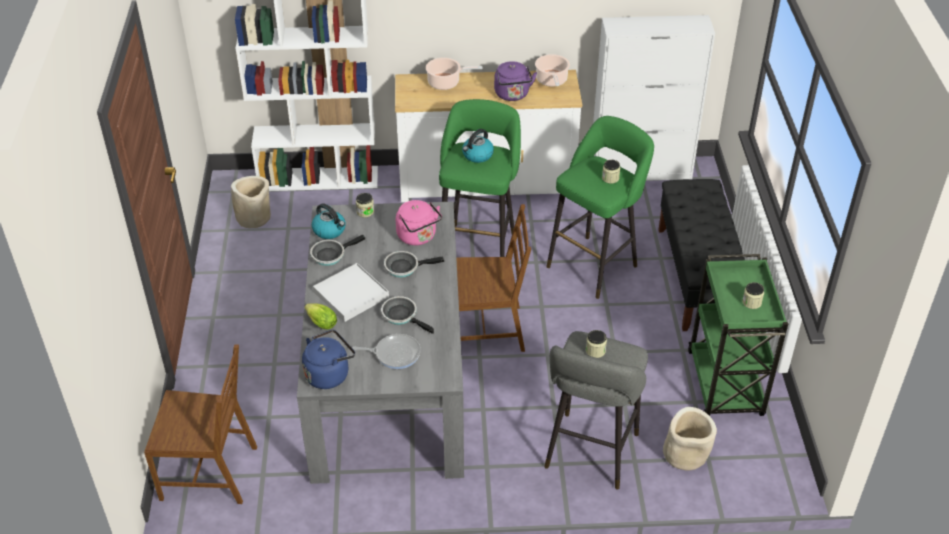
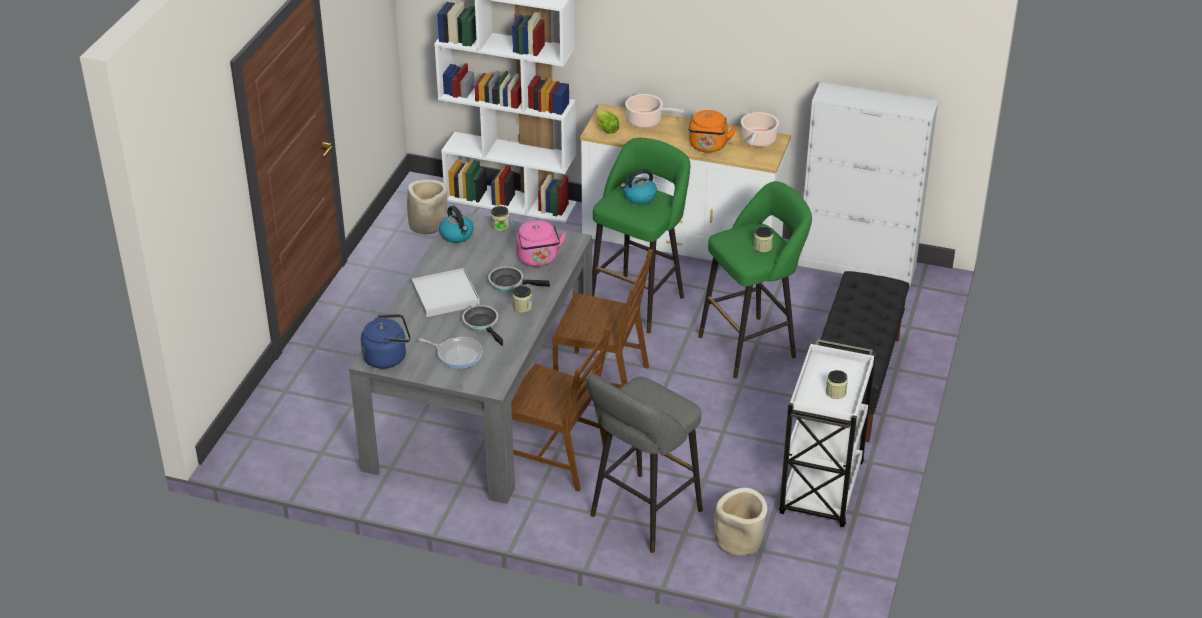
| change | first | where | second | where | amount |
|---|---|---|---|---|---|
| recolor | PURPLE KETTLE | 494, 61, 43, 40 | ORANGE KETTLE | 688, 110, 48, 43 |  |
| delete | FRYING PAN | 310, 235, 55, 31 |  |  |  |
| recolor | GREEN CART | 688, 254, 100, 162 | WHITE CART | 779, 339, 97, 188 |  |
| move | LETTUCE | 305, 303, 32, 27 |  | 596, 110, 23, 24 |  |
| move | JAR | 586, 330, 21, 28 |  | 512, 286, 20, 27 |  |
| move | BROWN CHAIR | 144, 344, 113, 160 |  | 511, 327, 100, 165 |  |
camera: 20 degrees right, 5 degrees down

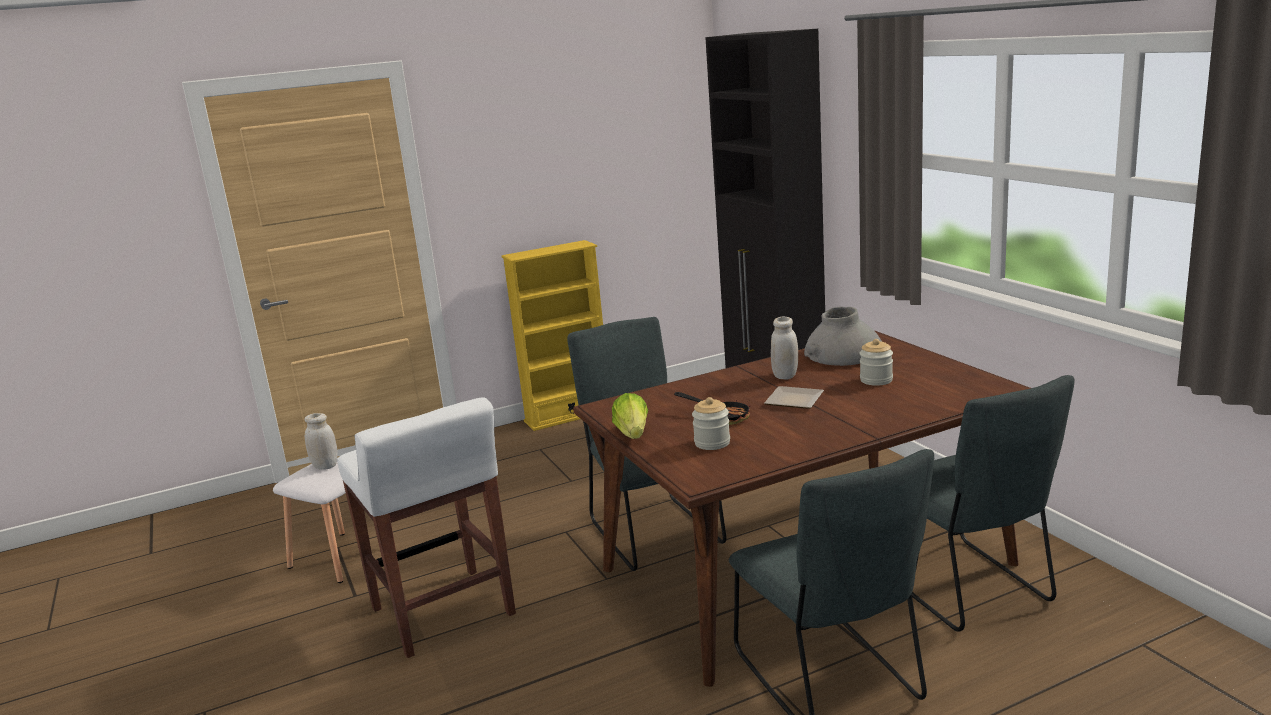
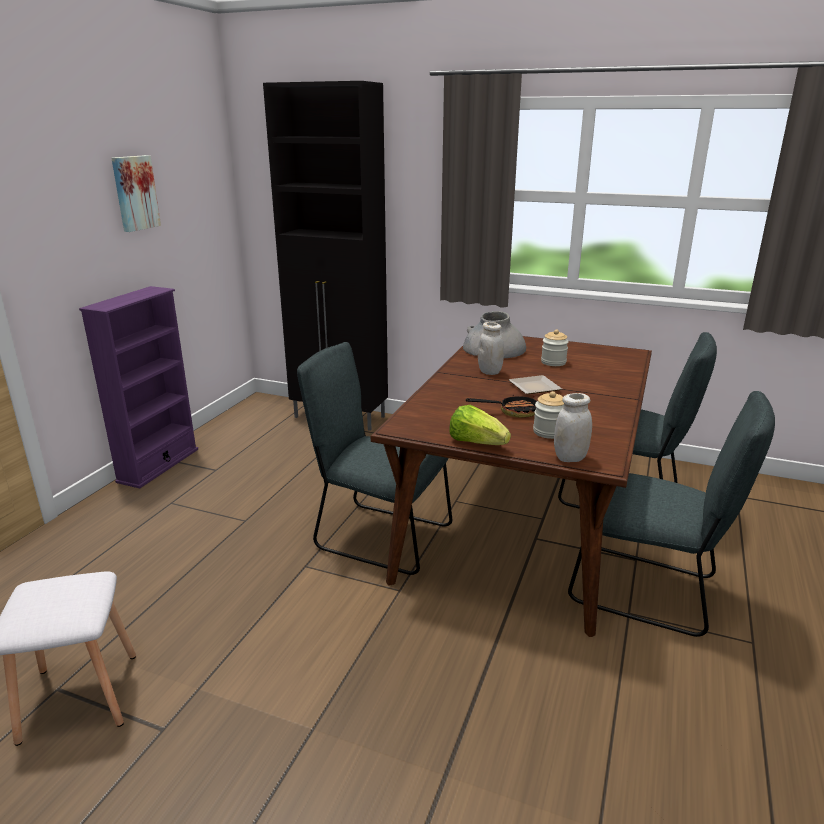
| change | first | where | second | where | amount |
|---|---|---|---|---|---|
| recolor | YELLOW BOOKCASE | 501, 240, 102, 191 | PURPLE BOOKCASE | 79, 286, 119, 203 |  |
| delete | WHITE STOOL | 337, 397, 179, 261 |  |  |  |
| move | WHITE JAR | 304, 413, 34, 57 |  | 554, 393, 38, 69 |  |
| insert |  |  | PICTURE | 111, 155, 50, 77 |  |
camera: 45 degrees left, 5 degrees up

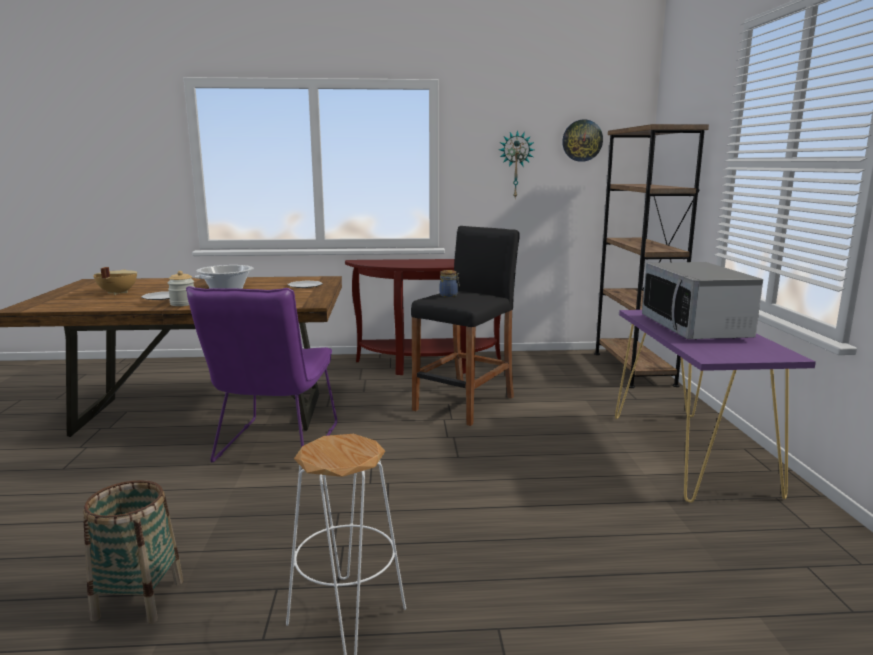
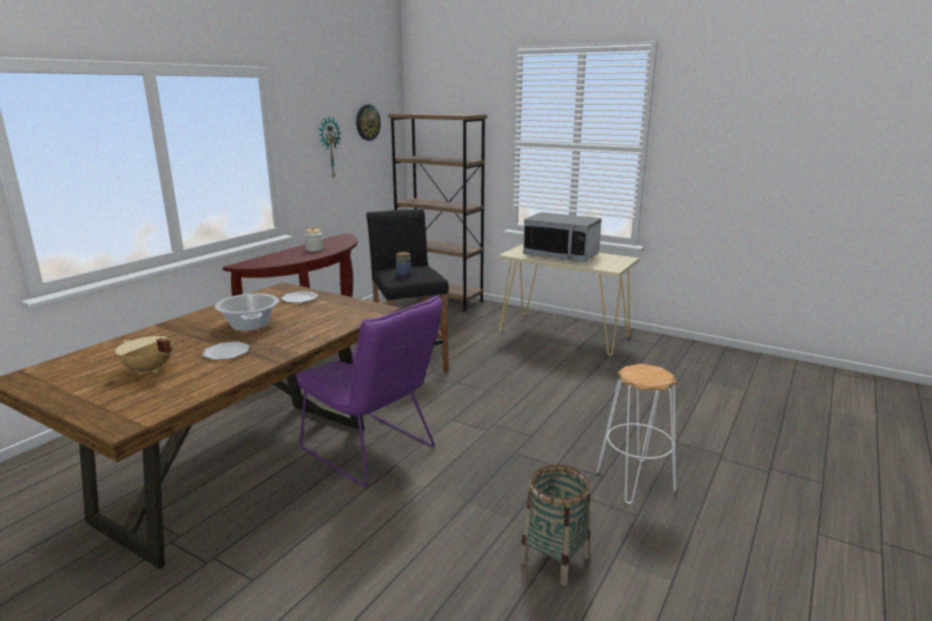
| change | first | where | second | where | amount |
|---|---|---|---|---|---|
| move | JAR | 168, 271, 26, 35 |  | 304, 226, 19, 25 |  |
| recolor | PURPLE CONSOLE TABLE | 615, 310, 201, 193 | BEIGE CONSOLE TABLE | 498, 244, 142, 112 |  |
camera: 55 degrees left, 5 degrees up

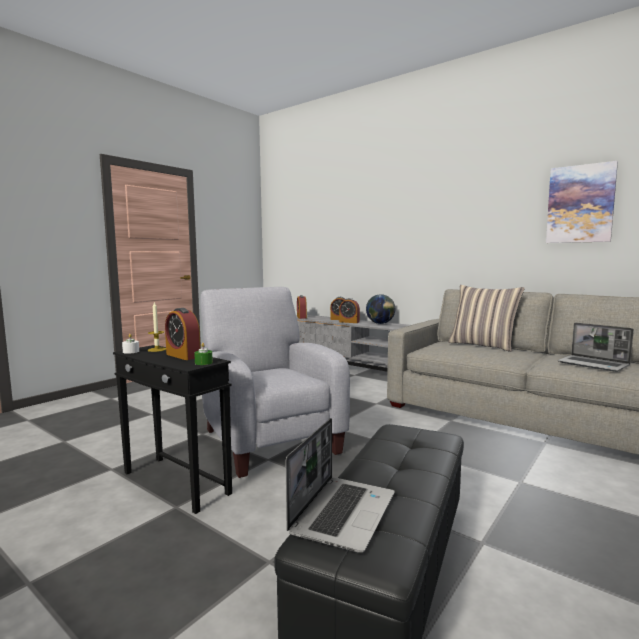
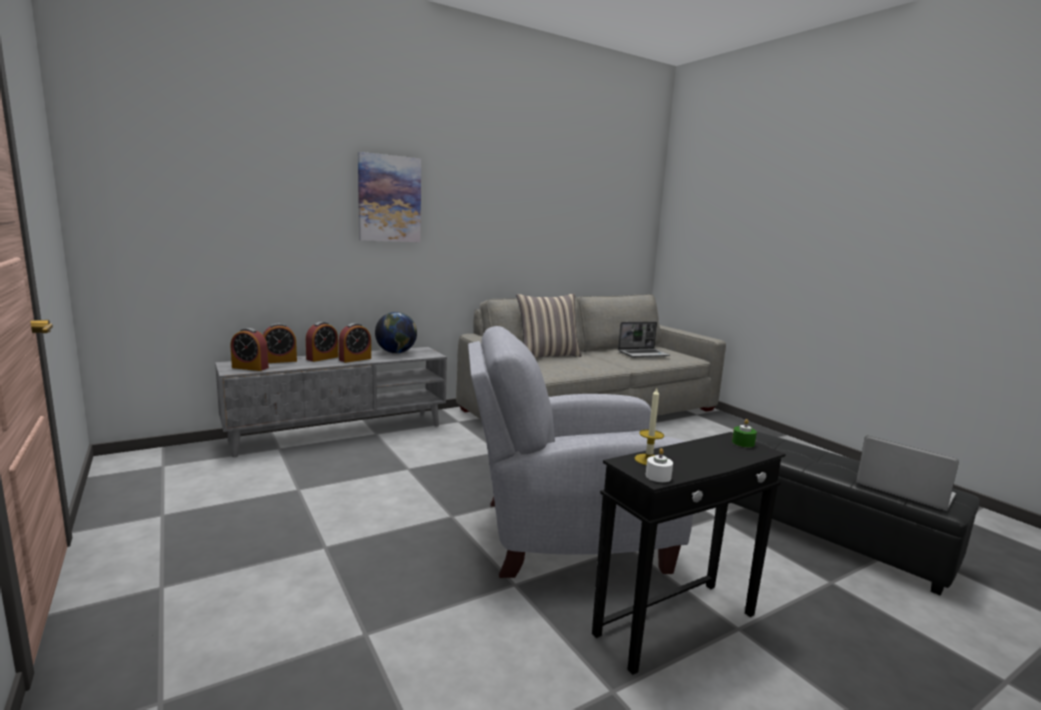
| change | first | where | second | where | amount |
|---|---|---|---|---|---|
| move | PICTURE | 546, 161, 72, 82 |  | 358, 152, 63, 90 |  |
| move | ALARM CLOCK | 165, 308, 36, 52 |  | 263, 323, 34, 40 |  |
camera: 70 degrees left, 5 degrees up

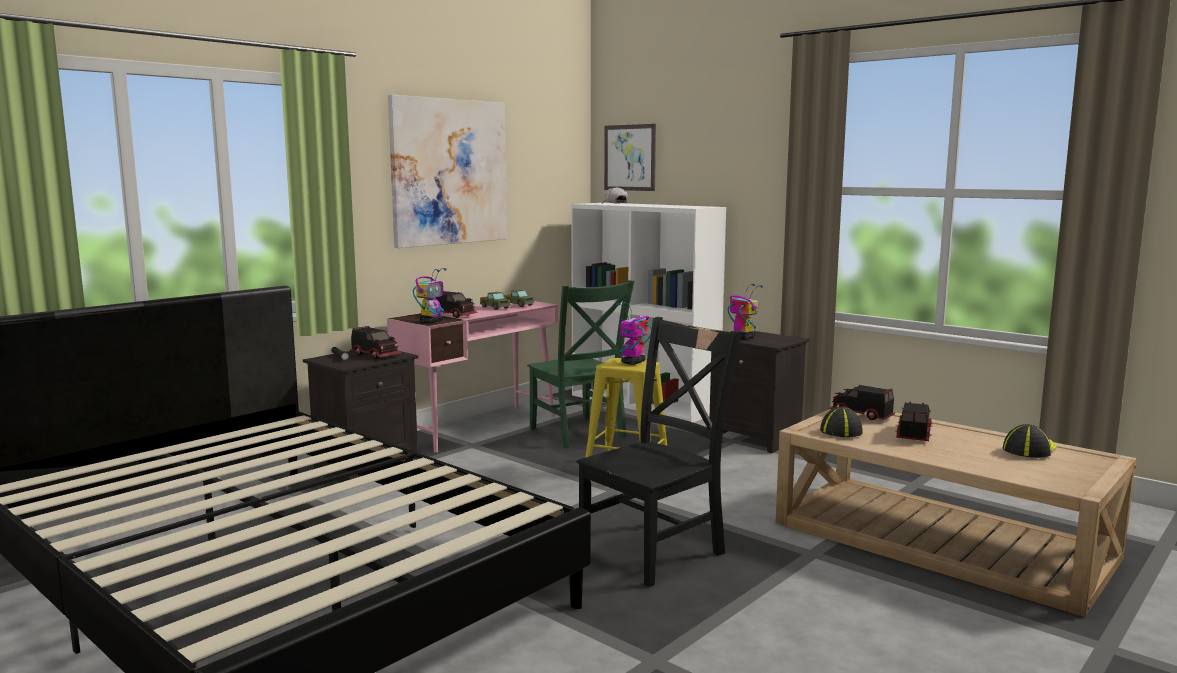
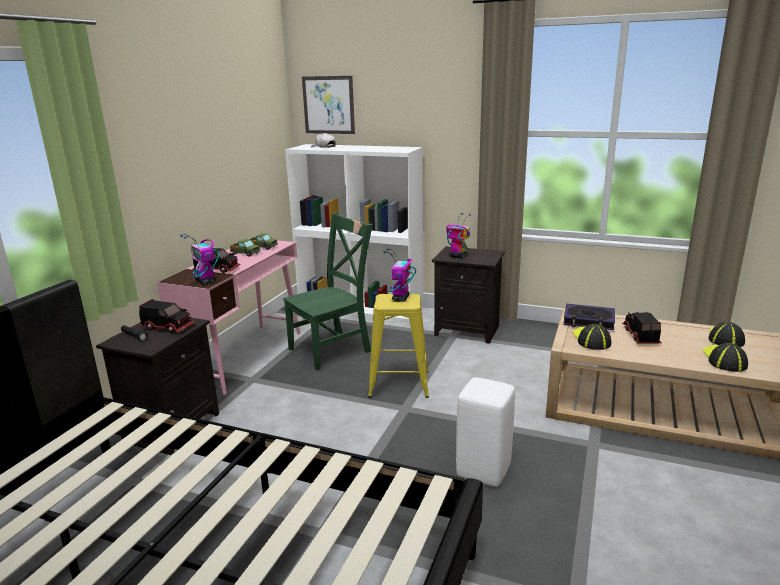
| change | first | where | second | where | amount |
|---|---|---|---|---|---|
| delete | PICTURE | 388, 95, 119, 153 |  |  |  |
| rotate | TOY ROBOT | 413, 268, 34, 55 |  | 180, 234, 40, 51 | 135 degrees clockwise |
| rotate | GREEN CHAIR | 527, 280, 107, 168 |  | 283, 213, 90, 157 | 75 degrees counterclockwise |
| replace | BLACK CHAIR | 577, 317, 165, 270 | WHITE STOOL | 456, 377, 59, 110 |  |
| replace | TOY TRUCK | 829, 384, 66, 36 | BOOK | 563, 304, 52, 26 |  |
| insert |  |  | CAP | 703, 343, 45, 29 |  |
camera: 20 degrees left, 10 degrees up

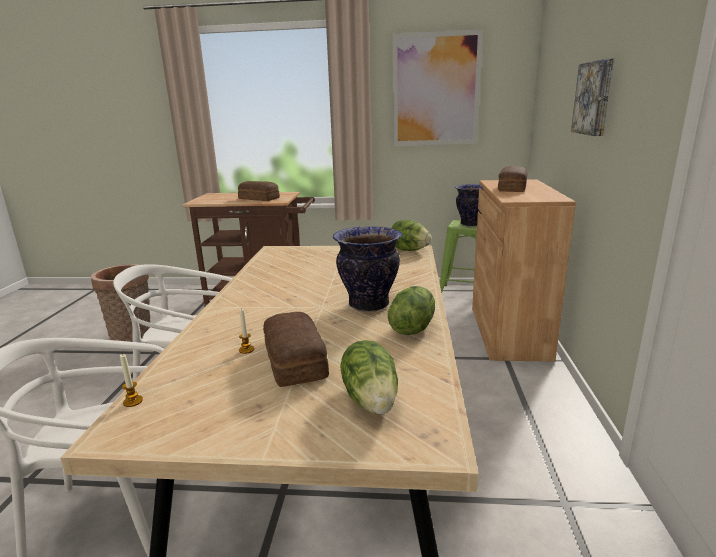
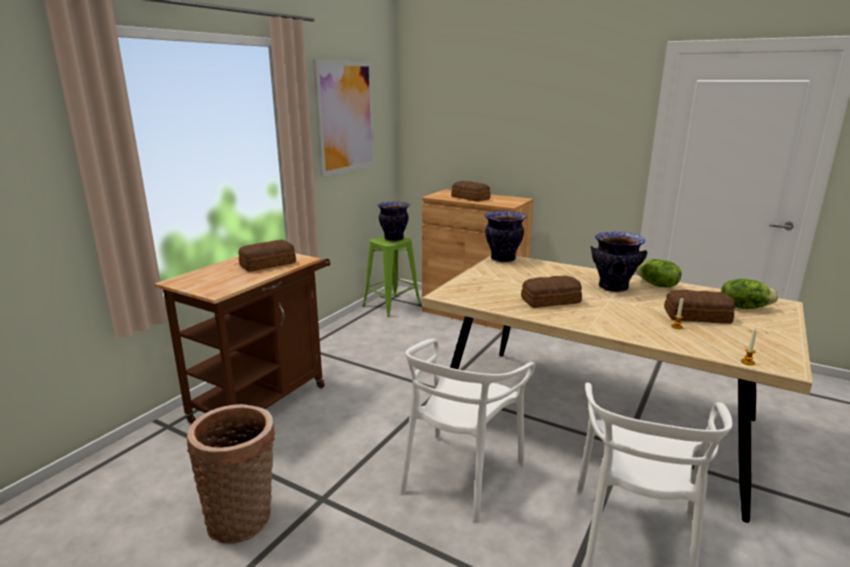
| change | first | where | second | where | amount |
|---|---|---|---|---|---|
| delete | PICTURE | 571, 59, 43, 77 |  |  |  |
| replace | LETTUCE | 391, 220, 41, 31 | VASE | 485, 211, 42, 51 |  |
| insert |  |  | BREAD | 521, 276, 61, 32 |  |
camera: 65 degrees left, 0 degrees up

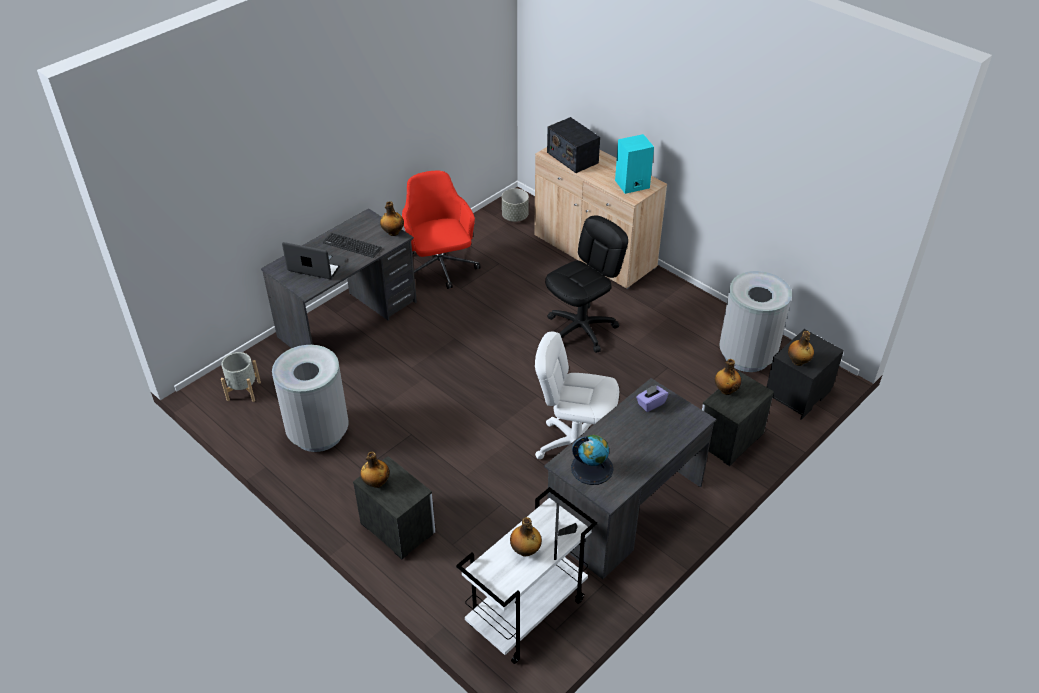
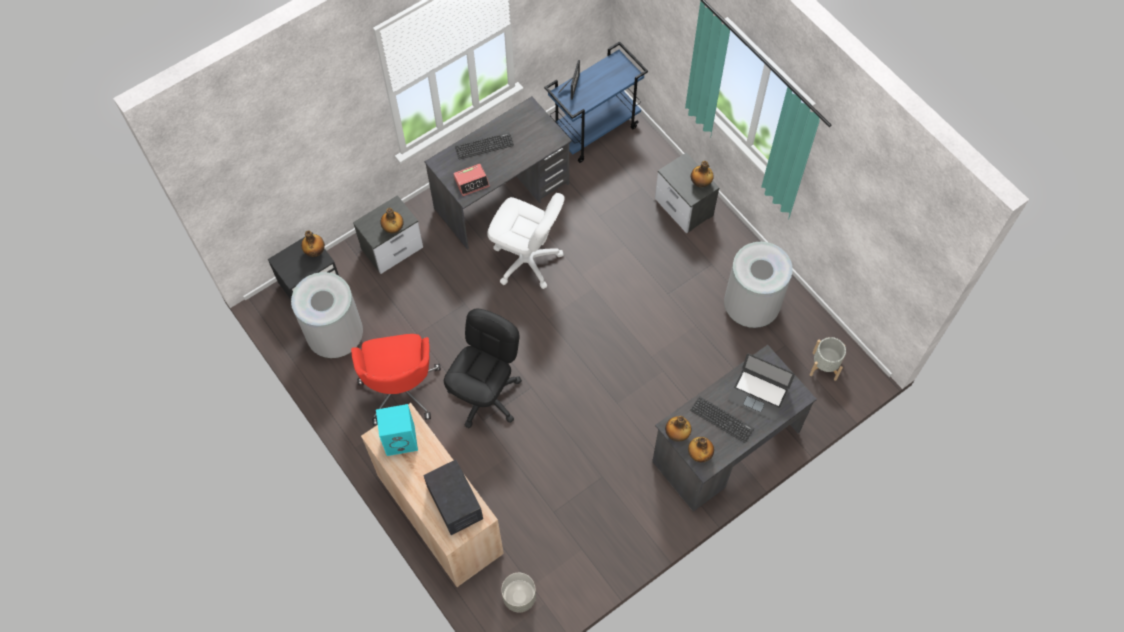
| change | first | where | second | where | amount |
|---|---|---|---|---|---|
| move | RED OFFICE CHAIR | 402, 171, 79, 118 |  | 351, 334, 90, 92 |  |
| rotate | BLACK OFFICE CHAIR | 545, 215, 83, 138 |  | 444, 309, 78, 119 | 150 degrees clockwise |
| replace | PURPLE TISSUE BOX | 636, 385, 33, 27 | ALARM CLOCK | 454, 164, 36, 32 |  |
| delete | GLOBE | 571, 435, 42, 50 |  |  |  |
| recolor | WHITE CART | 456, 487, 141, 177 | BLUE CART | 544, 41, 104, 122 |  |
| move | BOTTLE | 510, 517, 32, 40 |  | 688, 437, 26, 25 |  |
| insert |  |  | KEYBOARD | 455, 132, 59, 27 |  |
camera: 170 degrees left, 20 degrees up

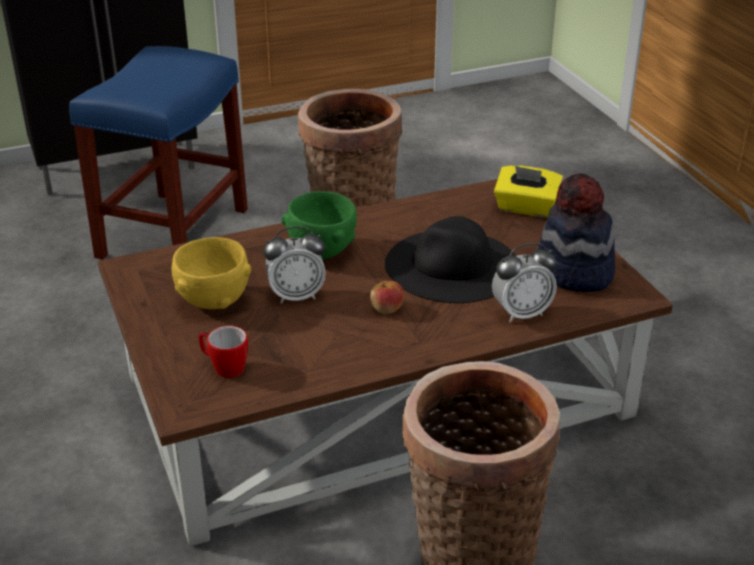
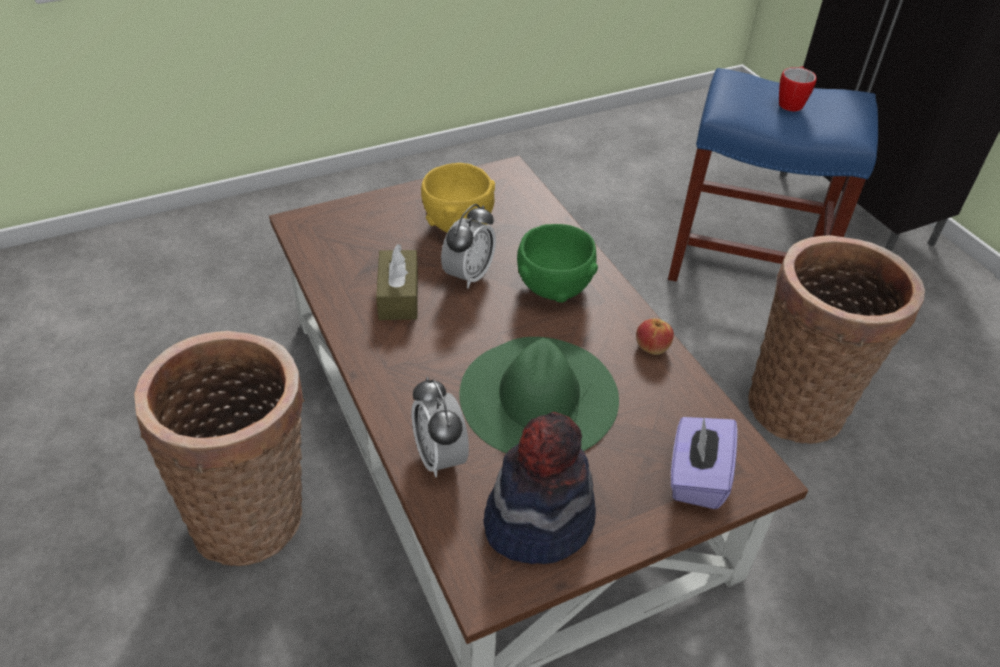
| change | first | where | second | where | amount |
|---|---|---|---|---|---|
| recolor | YELLOW TISSUE BOX | 494, 165, 69, 53 | PURPLE TISSUE BOX | 671, 417, 66, 92 |  |
| recolor | BLACK HAT | 385, 216, 131, 87 | GREEN HAT | 459, 337, 160, 116 |  |
| rotate | ALARM CLOCK | 264, 226, 62, 77 |  | 441, 204, 55, 85 | 135 degrees counterclockwise |
| move | APPLE | 370, 281, 34, 33 |  | 636, 319, 38, 36 |  |
| move | MUG | 198, 326, 50, 52 |  | 779, 66, 38, 45 |  |
| insert |  |  | BROWN TISSUE BOX | 376, 244, 42, 76 |  |
camera: 85 degrees right, 10 degrees up

